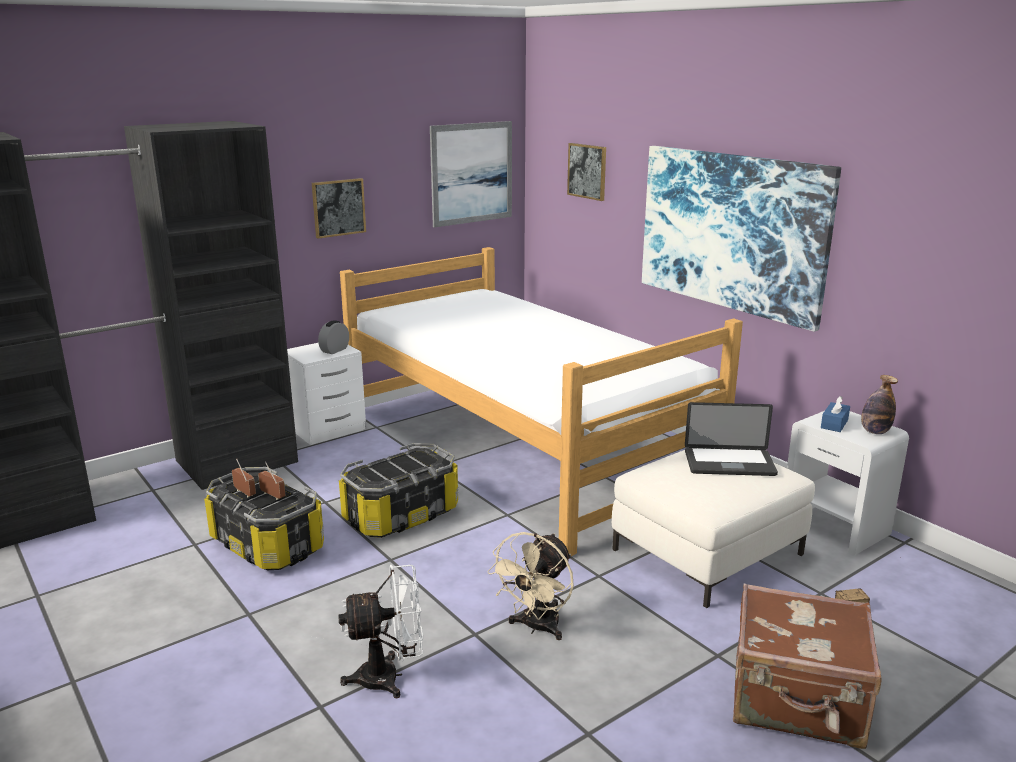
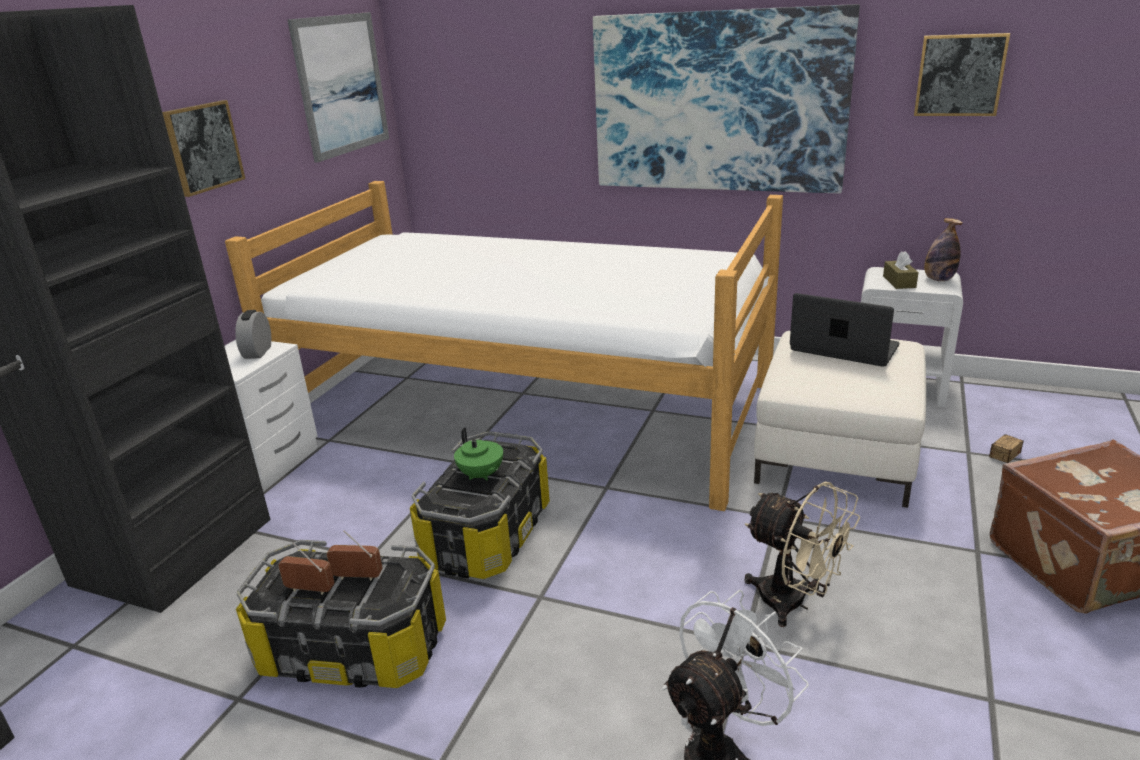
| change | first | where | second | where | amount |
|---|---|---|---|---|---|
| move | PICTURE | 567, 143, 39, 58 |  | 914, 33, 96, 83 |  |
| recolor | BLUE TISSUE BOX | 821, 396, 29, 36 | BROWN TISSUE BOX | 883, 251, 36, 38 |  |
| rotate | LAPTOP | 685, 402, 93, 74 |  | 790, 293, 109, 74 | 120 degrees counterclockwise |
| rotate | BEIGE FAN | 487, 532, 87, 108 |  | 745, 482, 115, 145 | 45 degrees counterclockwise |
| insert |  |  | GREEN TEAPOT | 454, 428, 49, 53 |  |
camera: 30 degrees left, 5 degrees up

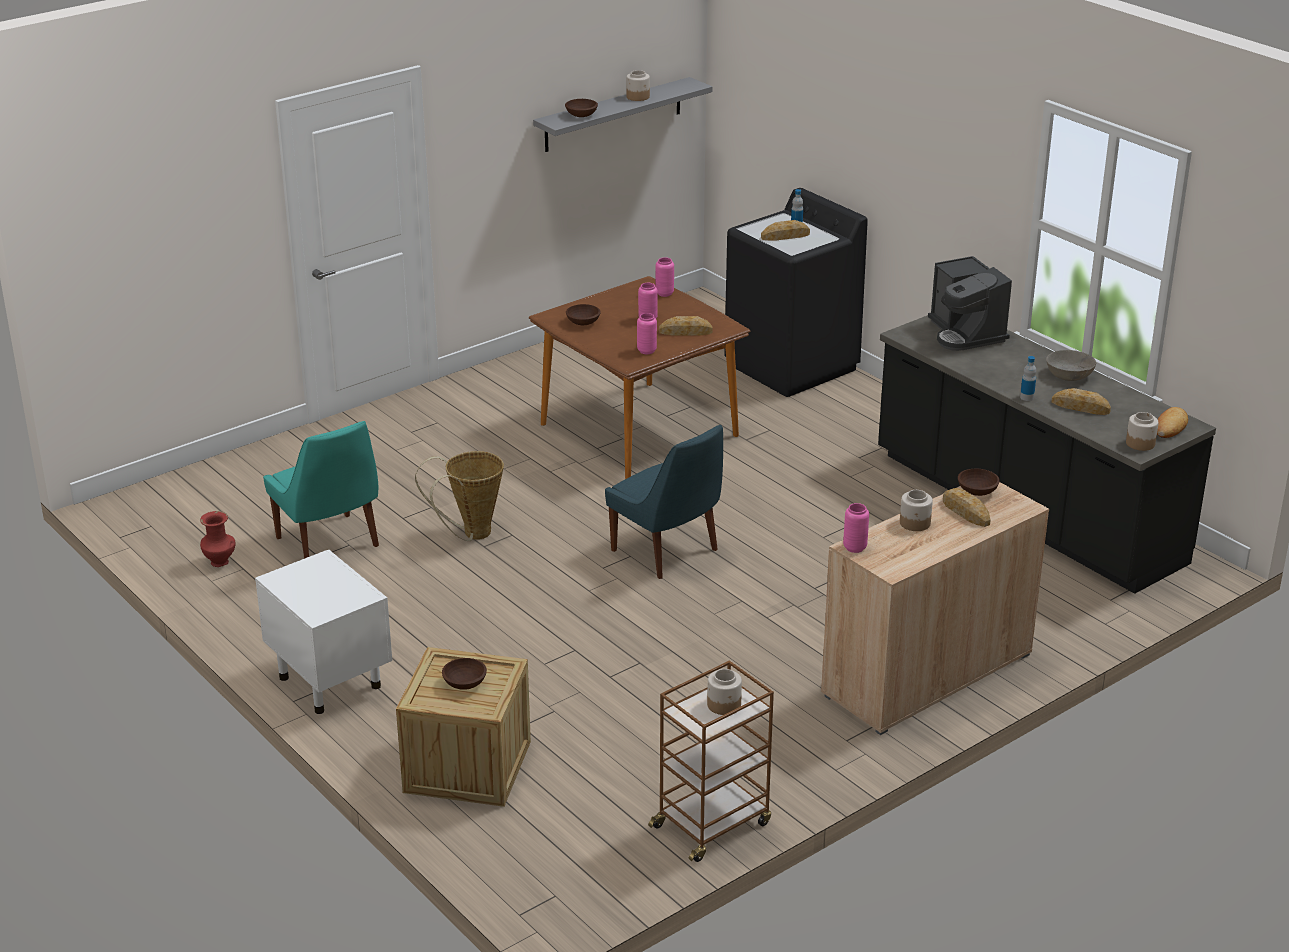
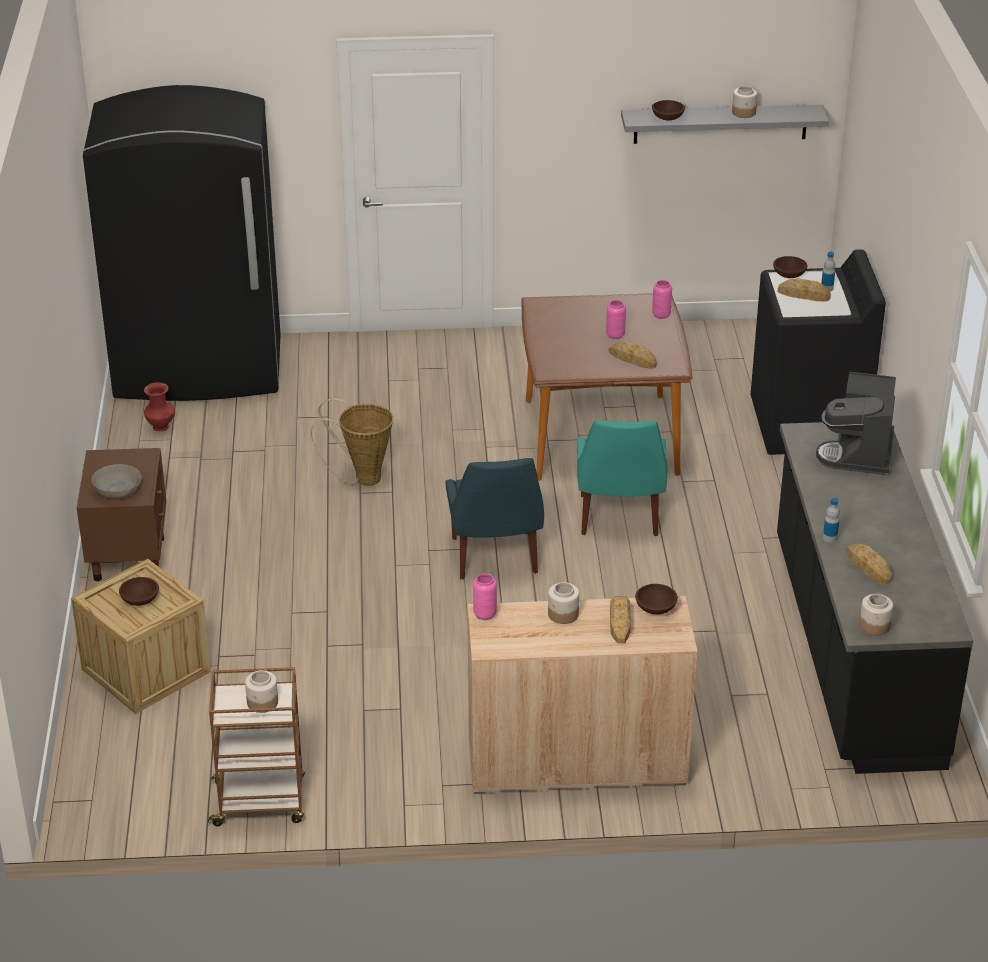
| change | first | where | second | where | amount |
|---|---|---|---|---|---|
| move | BROWN BOWL | 566, 304, 35, 21 |  | 773, 256, 35, 22 |  |
| delete | PINK VASE | 637, 313, 20, 41 |  |  |  |
| move | GREY BOWL | 1046, 350, 50, 31 |  | 91, 464, 51, 35 |  |
| delete | BREAD | 1157, 407, 31, 31 |  |  |  |
| move | TURQUOISE CHAIR | 263, 421, 116, 138 |  | 577, 420, 90, 116 |  |
| recolor | WHITE NIGHTSTAND | 255, 550, 137, 164 | BROWN NIGHTSTAND | 77, 448, 89, 133 |  |
| insert |  |  | BLACK FRIDGE | 83, 85, 198, 316 |  |
camera: 35 degrees right, 5 degrees up

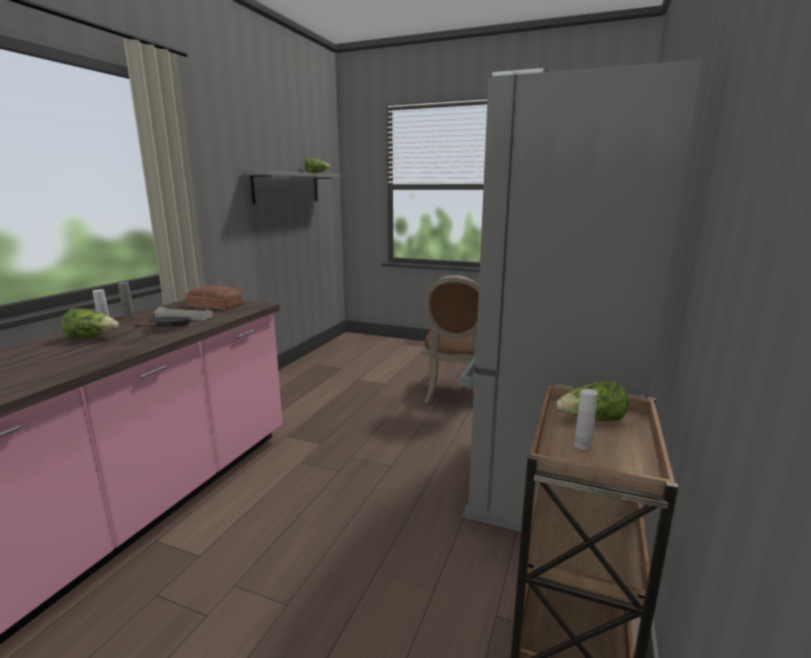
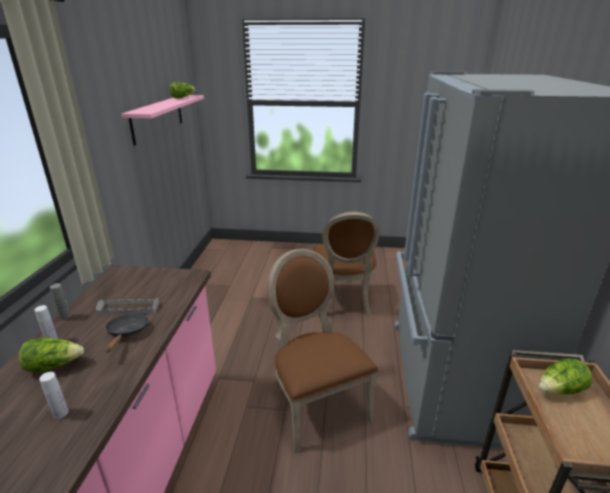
| change | first | where | second | where | amount |
|---|---|---|---|---|---|
| recolor | GREY SHELF | 242, 171, 98, 33 | PINK SHELF | 121, 95, 83, 50 |  |
| delete | BREAD | 186, 286, 58, 24 |  |  |  |
| move | WHITE BOTTLE | 574, 389, 24, 61 |  | 39, 372, 30, 47 |  |
| insert |  |  | BROWN CHAIR | 267, 249, 112, 204 |  |
camera: 15 degrees left, 10 degrees up

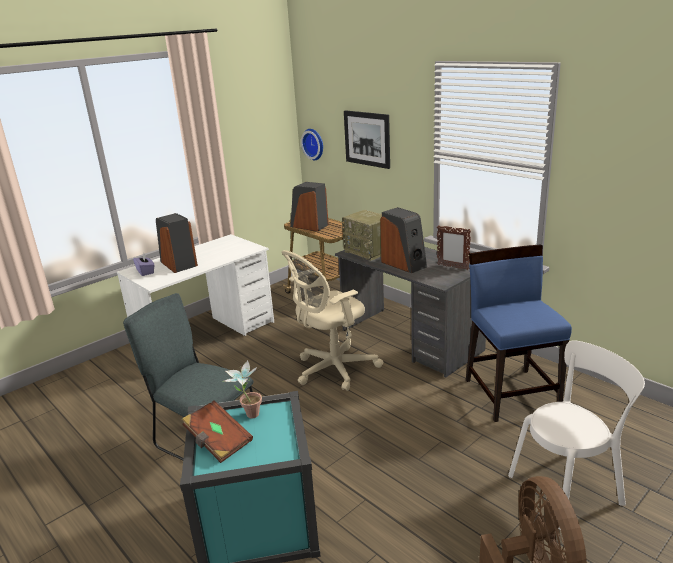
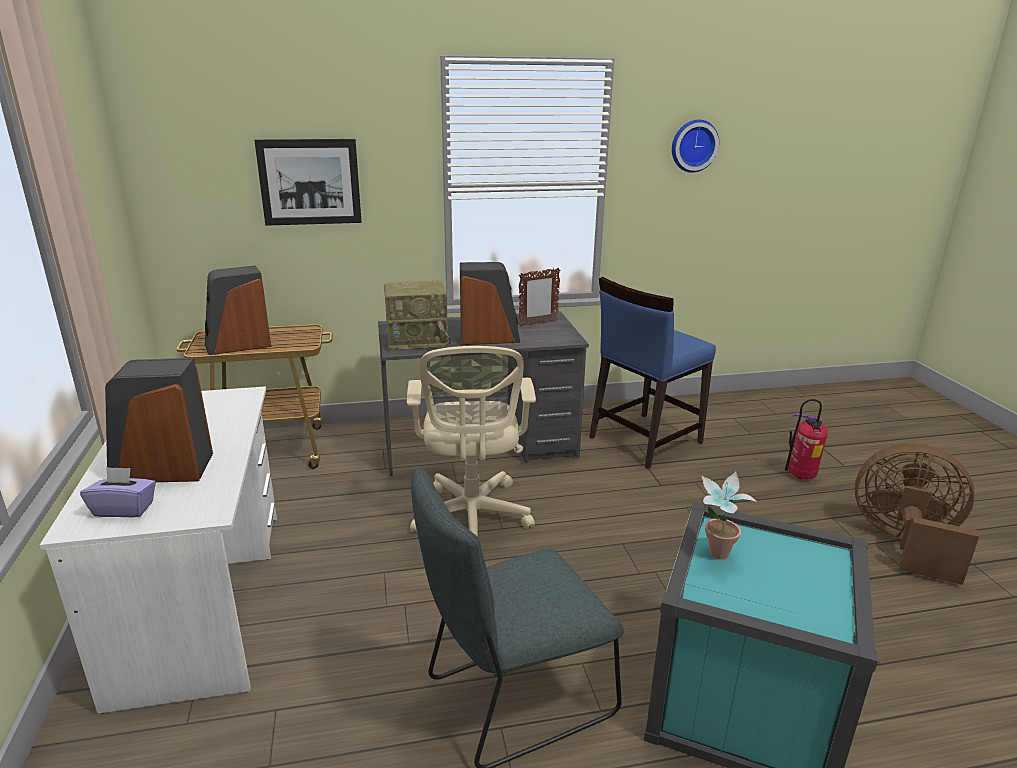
| change | first | where | second | where | amount |
|---|---|---|---|---|---|
| move | WALL CLOCK | 301, 129, 22, 31 |  | 672, 120, 47, 53 |  |
| rotate | BLUE CHAIR | 466, 244, 106, 178 |  | 589, 277, 127, 192 | 60 degrees counterclockwise |
| replace | WHITE CHAIR | 508, 341, 137, 189 | FIRE EXTINGUISHER | 785, 399, 43, 80 |  |
| delete | BROWN BOOK | 182, 400, 71, 63 |  |  |  |
camera: 60 degrees left, 0 degrees up

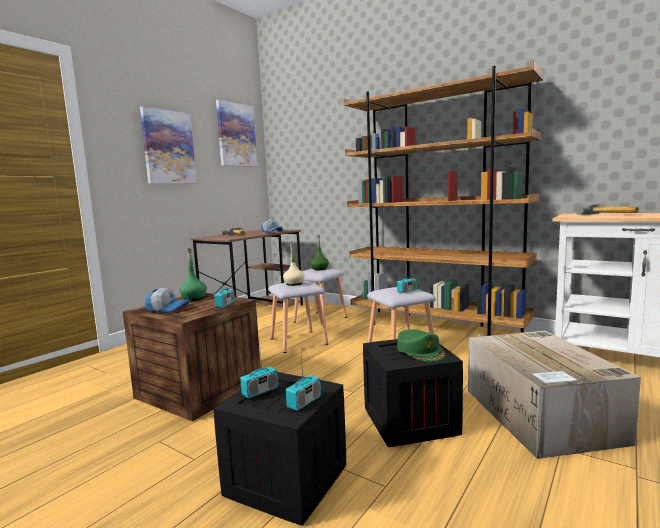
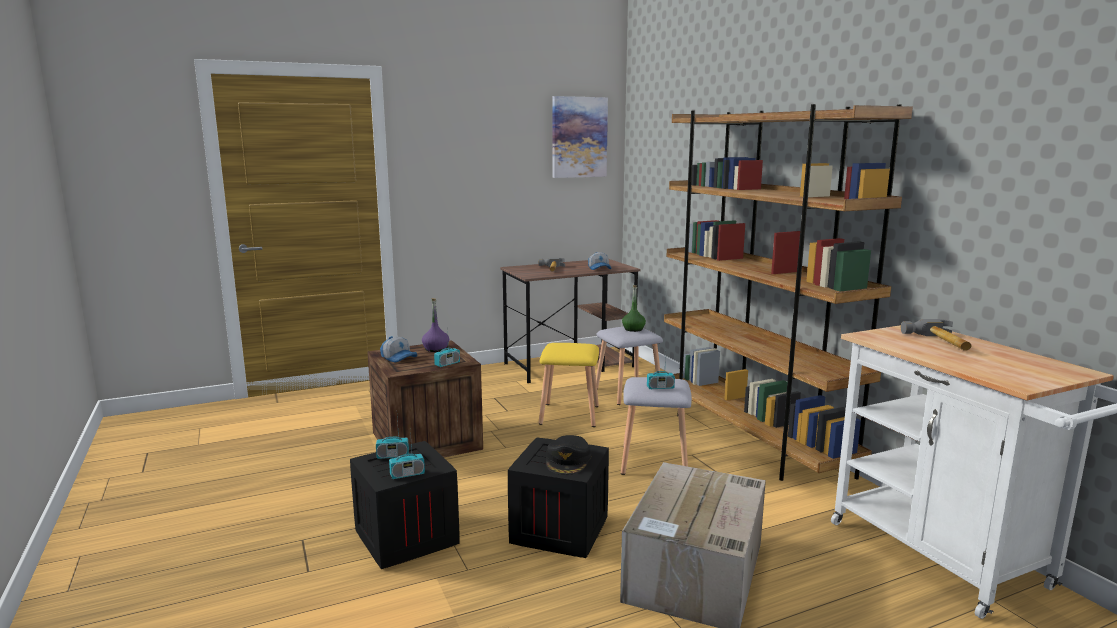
| change | first | where | second | where | amount |
|---|---|---|---|---|---|
| delete | PICTURE | 140, 106, 57, 78 |  |  |  |
| delete | BEIGE BOTTLE | 283, 243, 22, 43 |  |  |  |
| recolor | GREEN BOTTLE | 179, 248, 28, 53 | PURPLE BOTTLE | 422, 298, 27, 54 |  |
| recolor | GREY STOOL | 268, 281, 60, 72 | YELLOW STOOL | 539, 343, 60, 84 |  |
| recolor | GREEN CAP | 397, 329, 49, 33 | BLACK CAP | 546, 435, 45, 40 |  |
camera: 30 degrees right, 5 degrees up

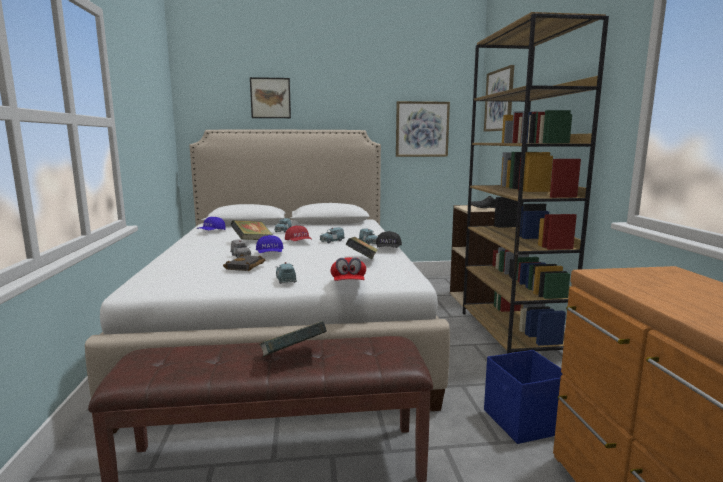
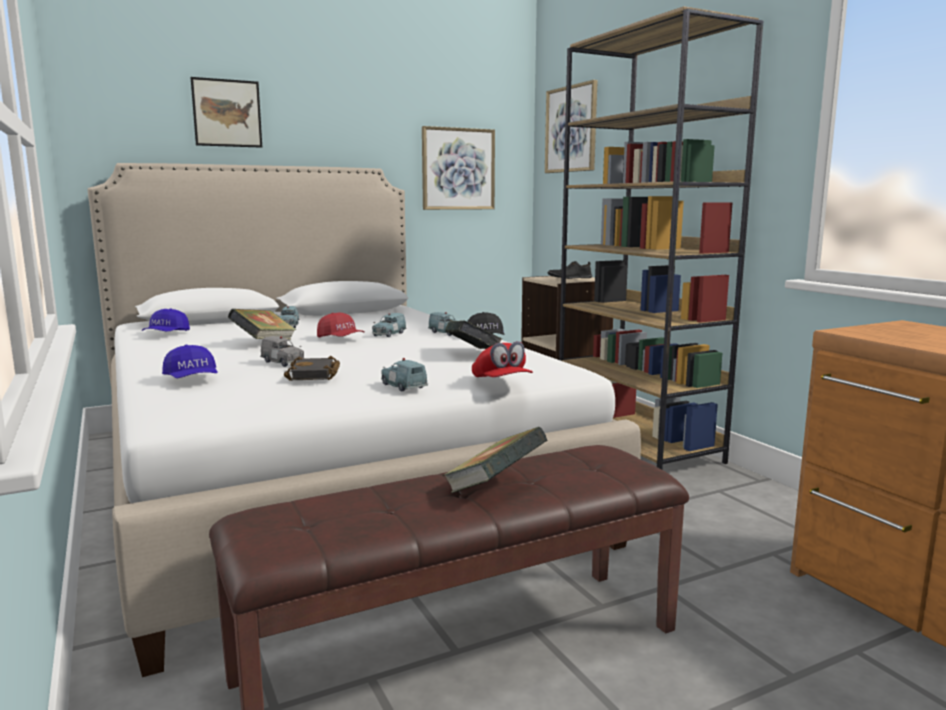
| change | first | where | second | where | amount |
|---|---|---|---|---|---|
| move | BLUE CAP | 256, 235, 28, 18 |  | 162, 345, 56, 33 |  |
| delete | BLUE STORAGE BOX | 484, 350, 79, 94 |  |  |  |
camera: 20 degrees left, 0 degrees up

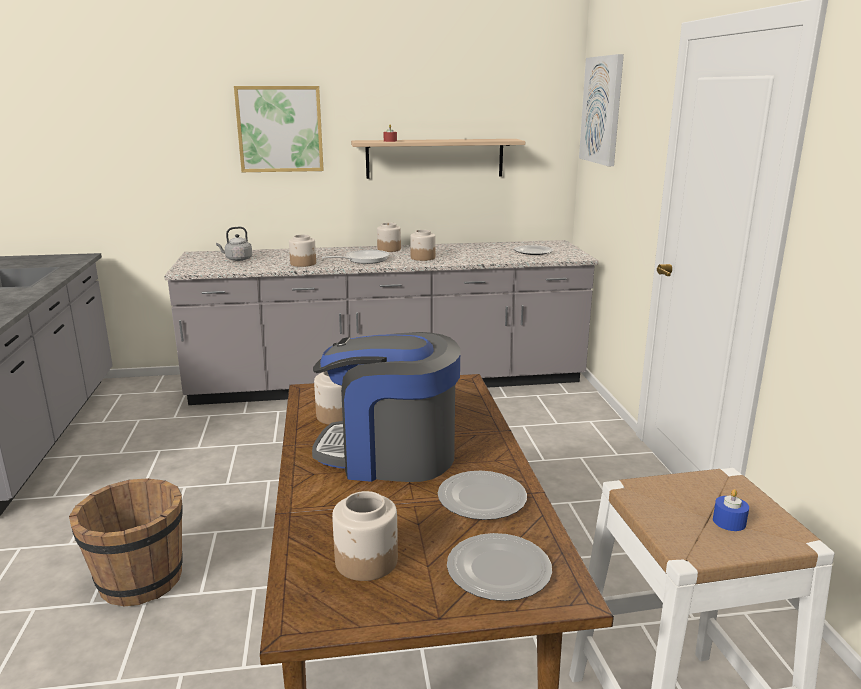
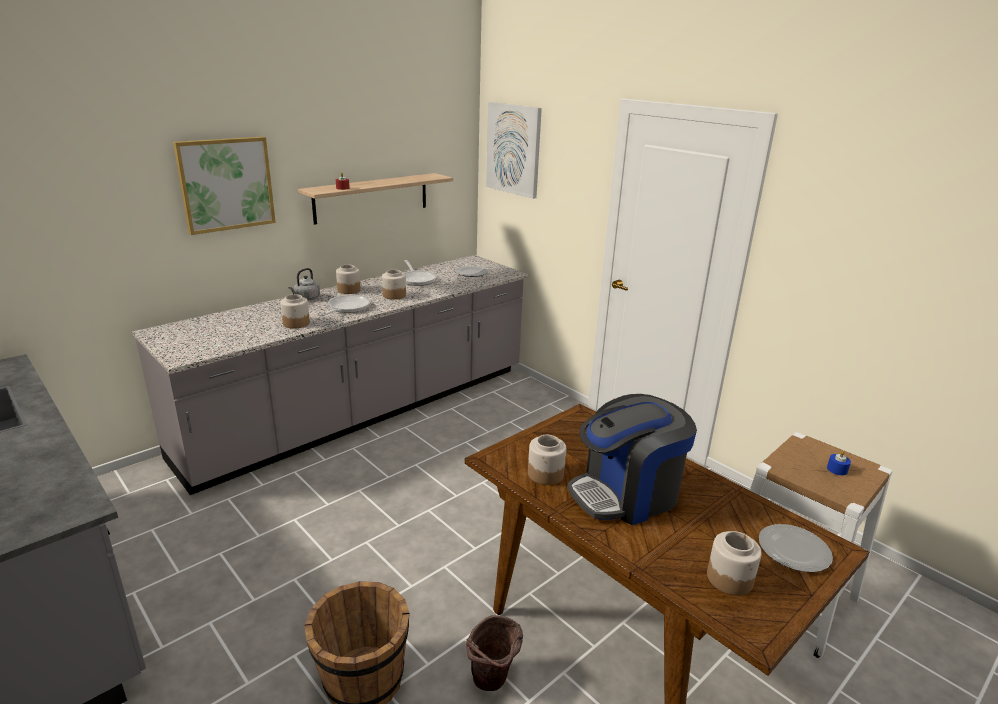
| change | first | where | second | where | amount |
|---|---|---|---|---|---|
| move | GREY KETTLE | 216, 227, 36, 34 |  | 288, 268, 32, 33 |  |
| delete | PLATE | 438, 471, 89, 49 |  |  |  |
| insert |  |  | FRYING PAN | 404, 260, 33, 26 |  |
| insert |  |  | BROWN BUCKET | 466, 615, 57, 76 |  |
camera: 35 degrees left, 5 degrees up

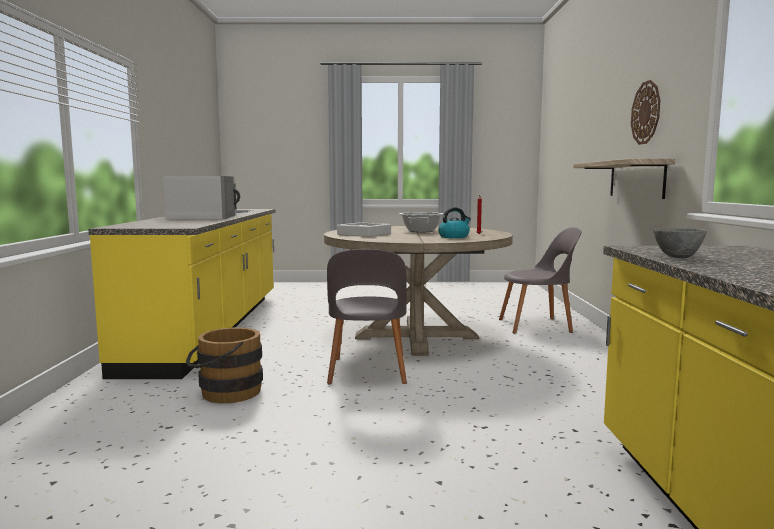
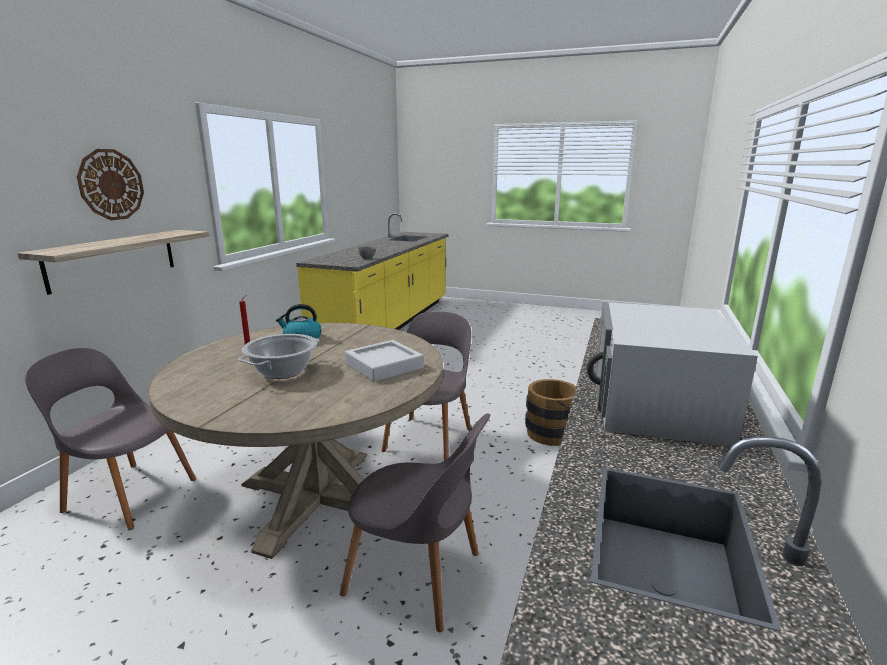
| change | first | where | second | where | amount |
|---|---|---|---|---|---|
| insert |  |  | GREY CHAIR | 340, 413, 150, 219 |  |
camera: 160 degrees left, 10 degrees up

